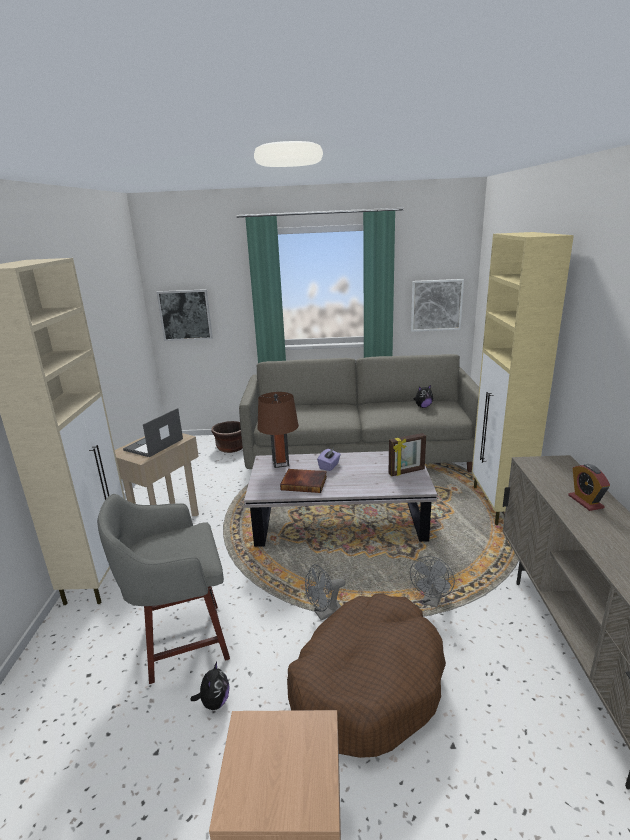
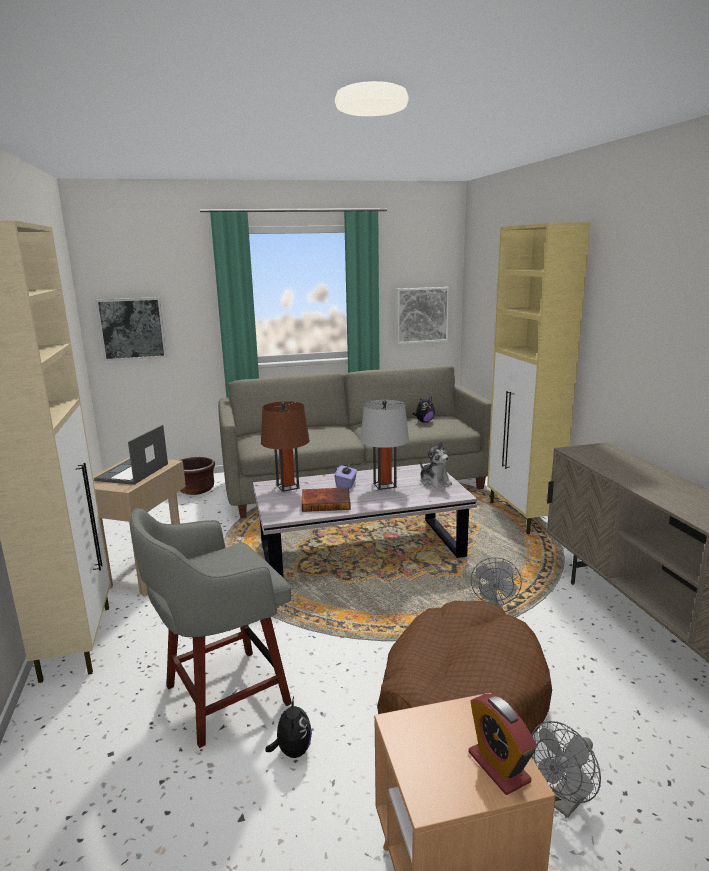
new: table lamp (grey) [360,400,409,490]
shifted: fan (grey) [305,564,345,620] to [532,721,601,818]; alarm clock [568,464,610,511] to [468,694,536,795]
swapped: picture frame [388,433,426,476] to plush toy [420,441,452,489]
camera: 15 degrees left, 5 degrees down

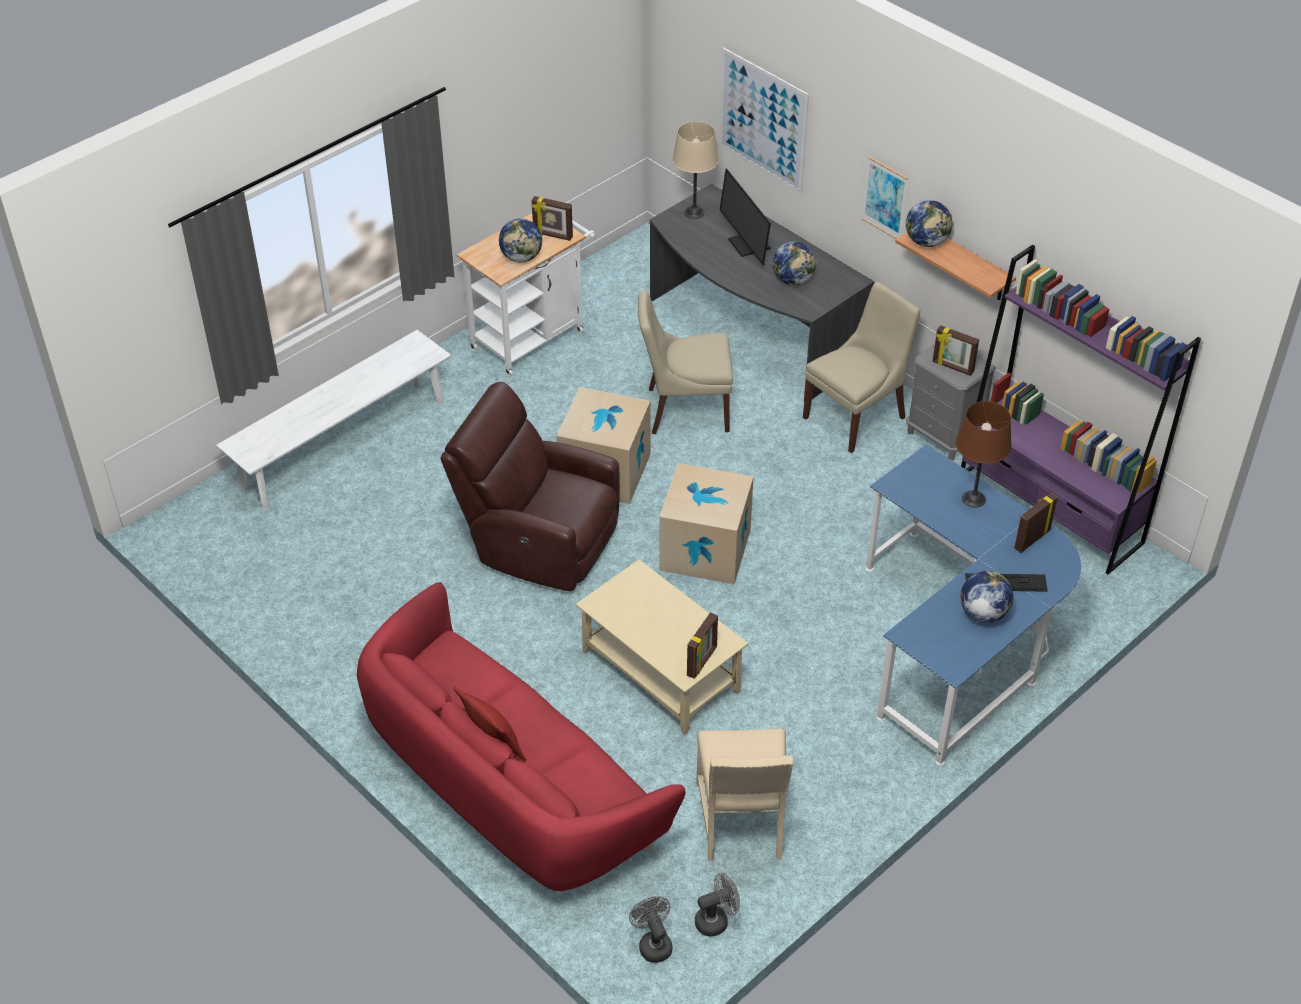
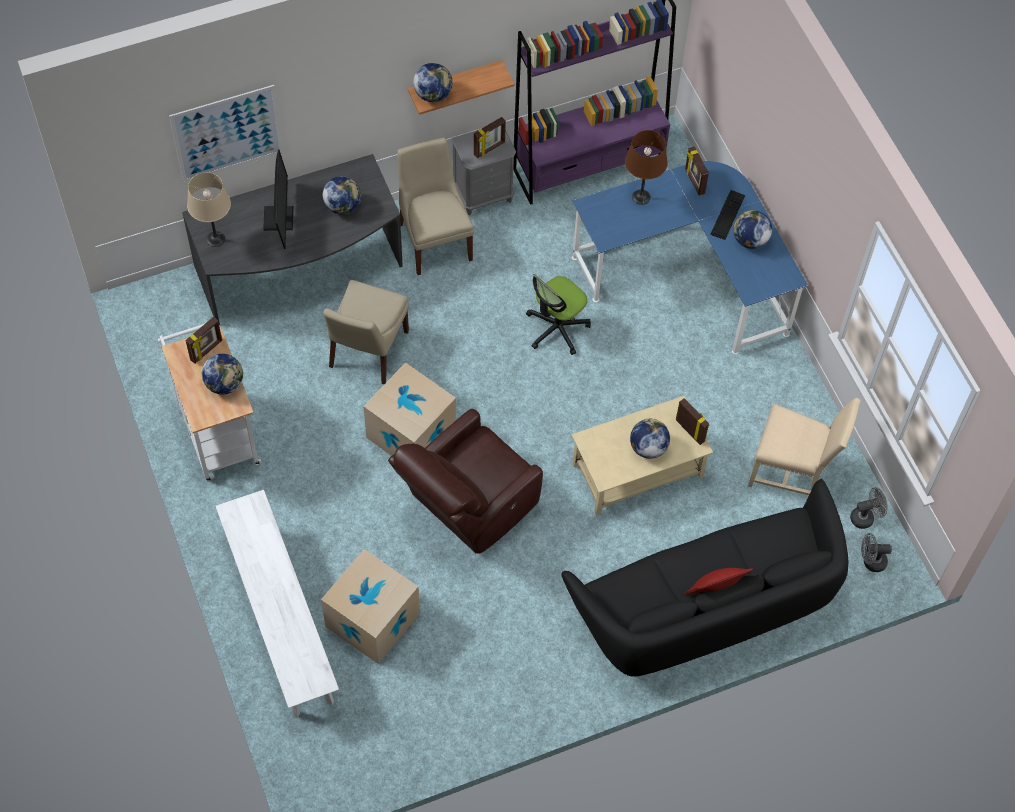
gone: picture [862,156,908,239]
new: office chair [526,274,591,355]; globe [630,419,670,459]
shifted: cardboard box [659,463,754,584] to [321,549,420,664]
repainted: sofa (red) [357,582,686,891] to sofa (black) [561,479,849,677]
rotated: fan (grey) [695,873,740,937] = [850,487,888,529] 75 degrees clockwise; monitor [720,168,771,265] = [263,149,293,249] 90 degrees counterclockwise
camera: 70 degrees left, 15 degrees up

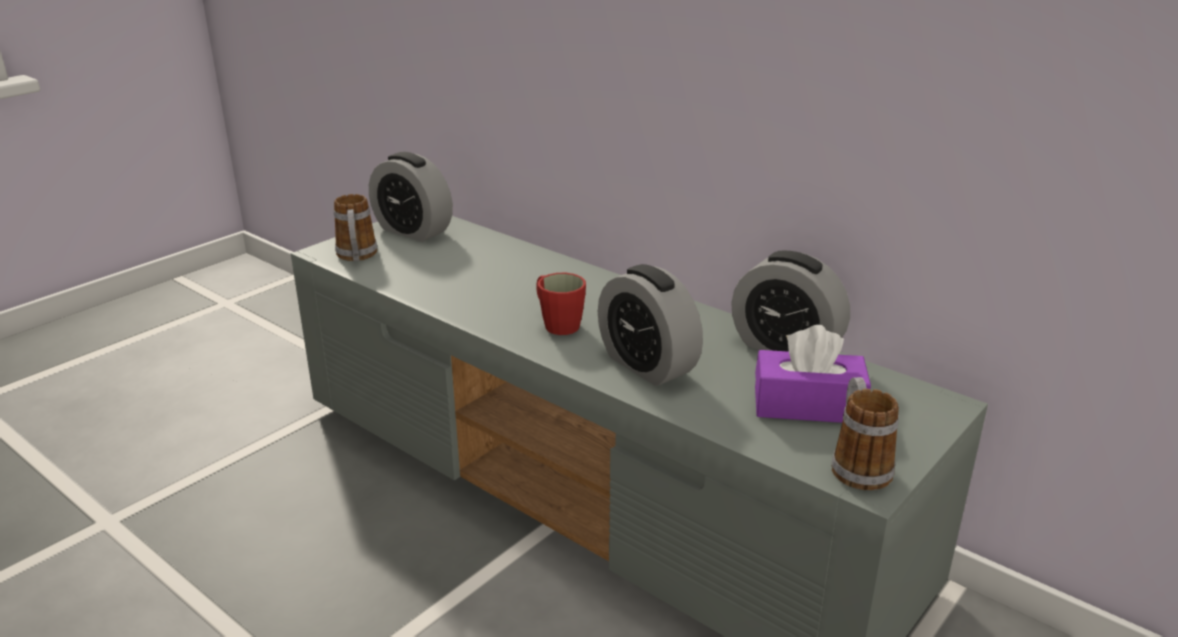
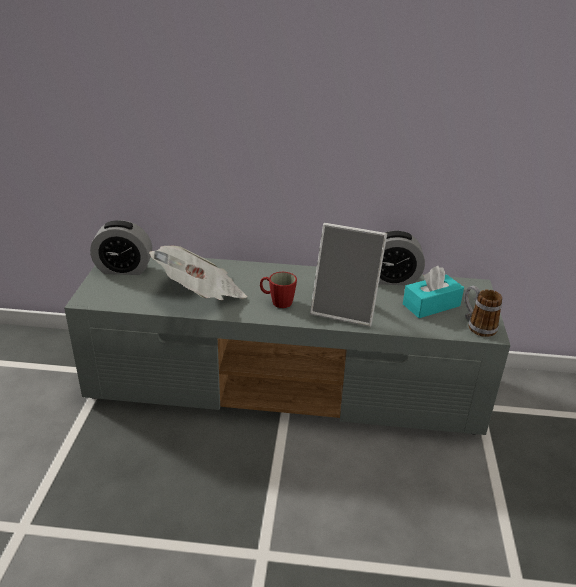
gone: mug [334,194,377,261]
new: newspaper [149,246,247,300]
swapped: alarm clock [598,264,703,386] to picture frame [310,223,387,327]
repainted: tissue box (purple) [755,325,871,423] to tissue box (turquoise) [403,266,464,318]
camera: 35 degrees left, 5 degrees up

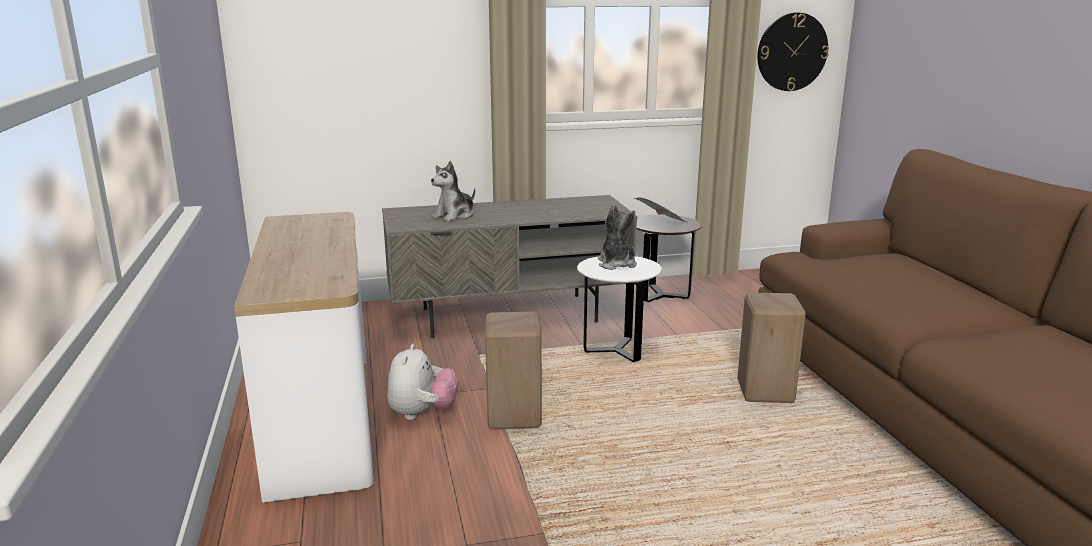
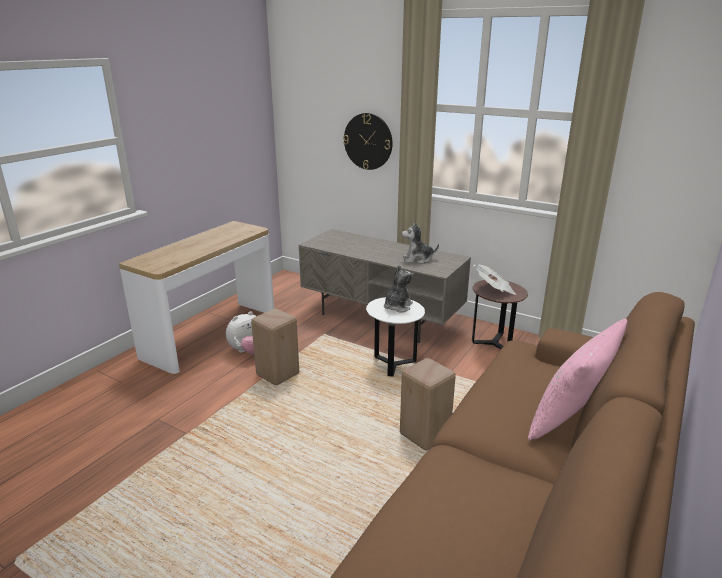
new: pillow (pink) [528,319,627,440]
shifted: plush toy [431,161,475,222] to [401,223,439,264]; wall clock [757,12,829,91] to [343,113,393,170]
camera: 45 degrees right, 5 degrees up

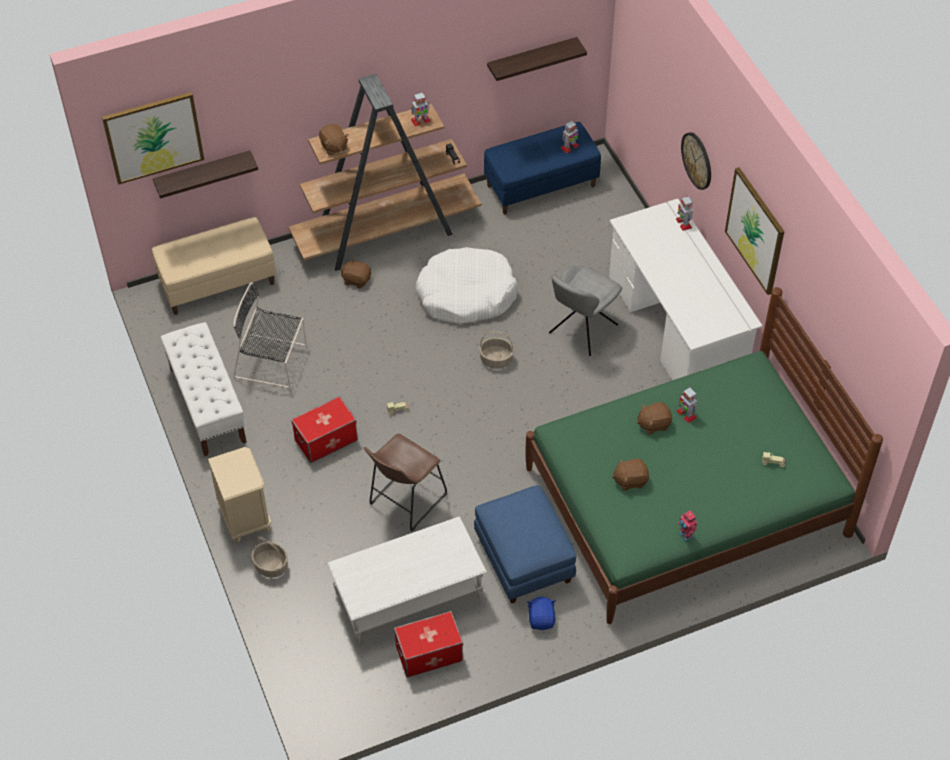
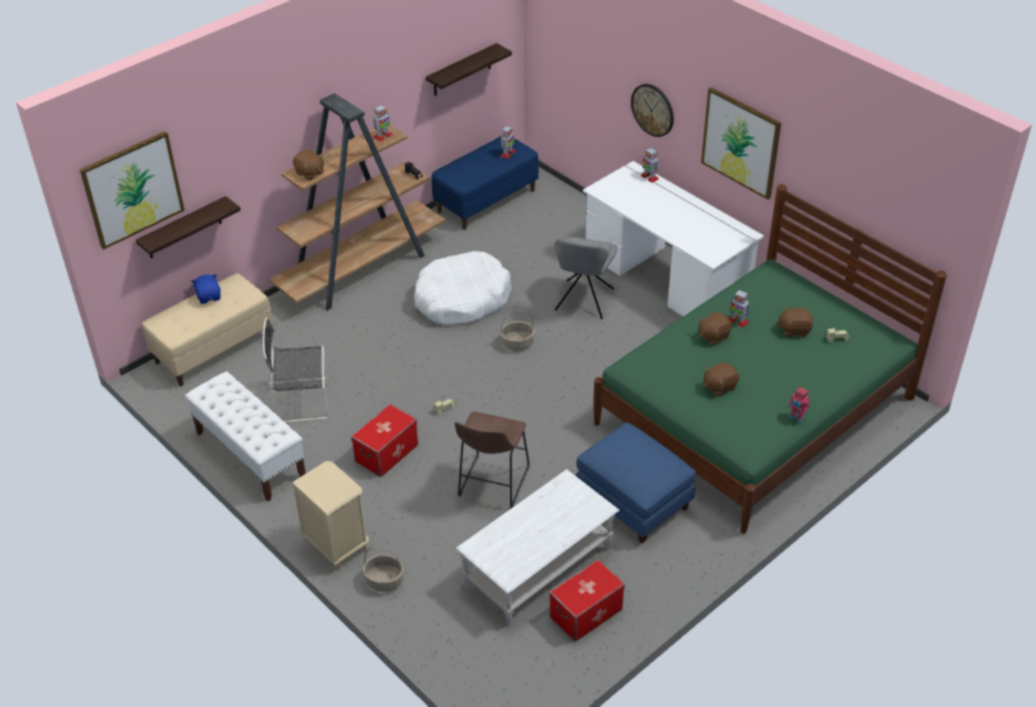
shifted: plush toy (brown) [340,258,371,289] to [777,306,813,337]; plush toy (blue) [527,597,556,630] to [191,274,221,304]
camera: 20 degrees left, 10 degrees down

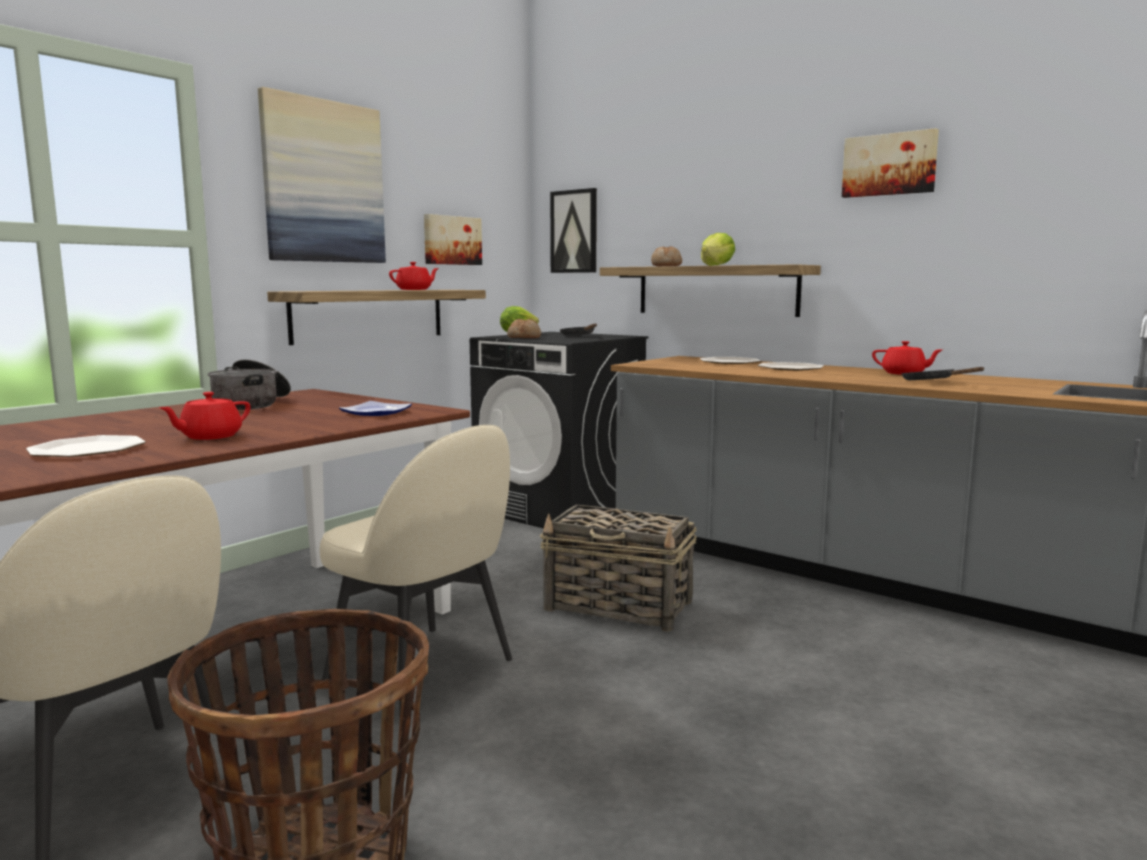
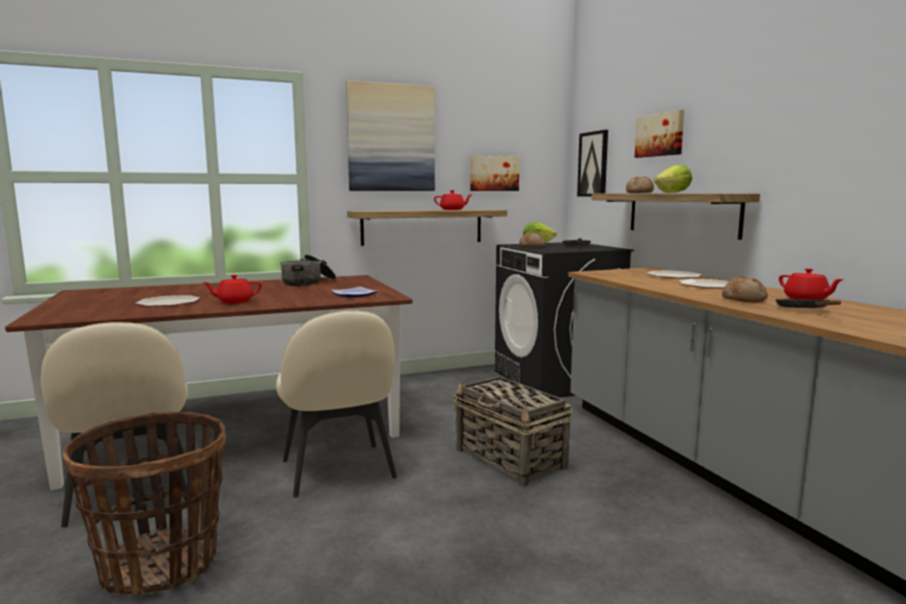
new: bread [722,276,768,303]
shifted: picture [842,128,939,198] to [635,110,684,158]
camera: 30 degrees right, 0 degrees up

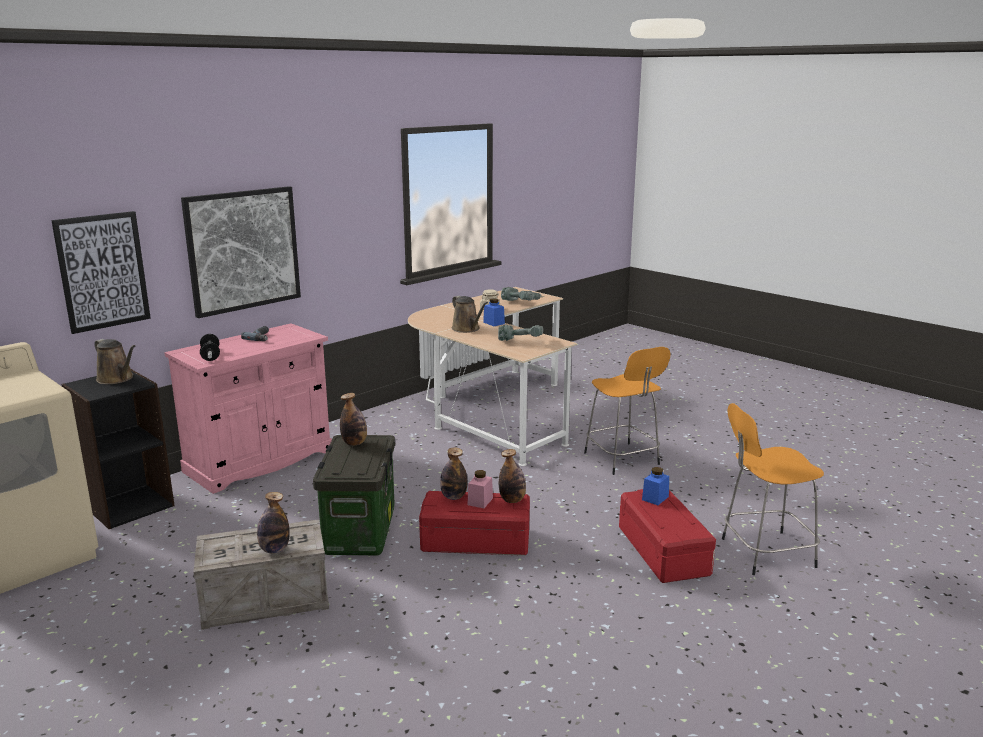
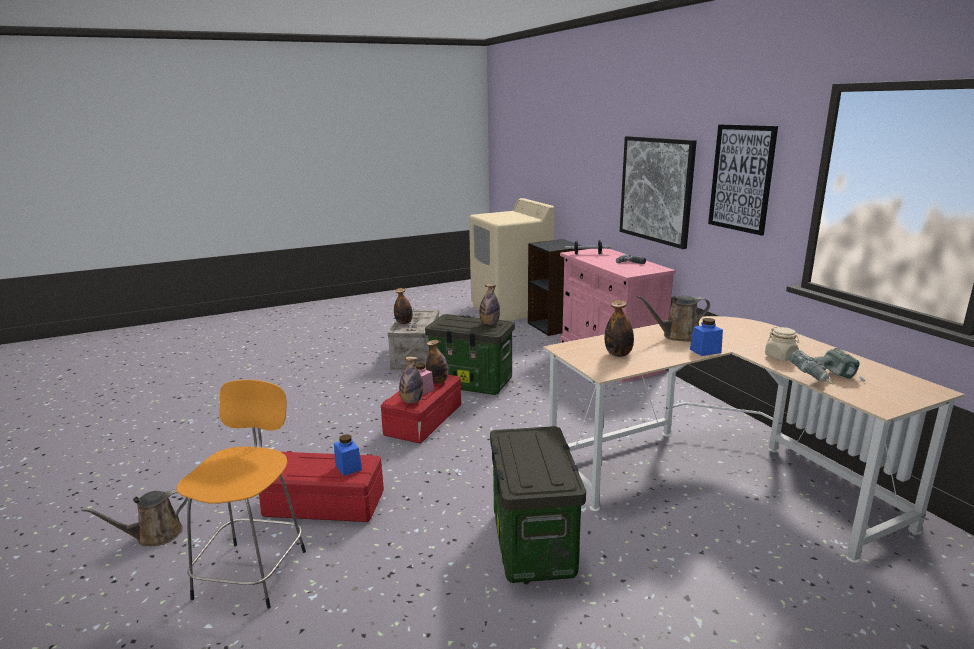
shifted: picture [51,211,151,334] to [708,124,778,236]; watering can (brown) [94,339,135,384] to [81,489,188,546]
swapped: power drill [498,325,544,341] to bottle [605,300,634,357]; stool (orange) [584,347,671,475] to storage box [490,426,586,583]
camera: 110 degrees right, 0 degrees up

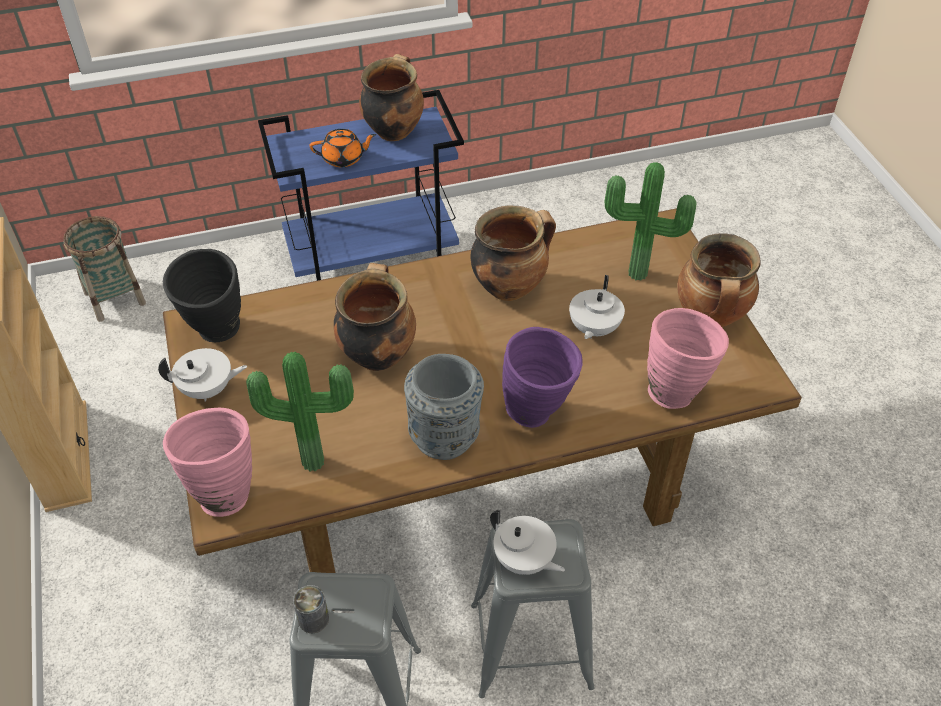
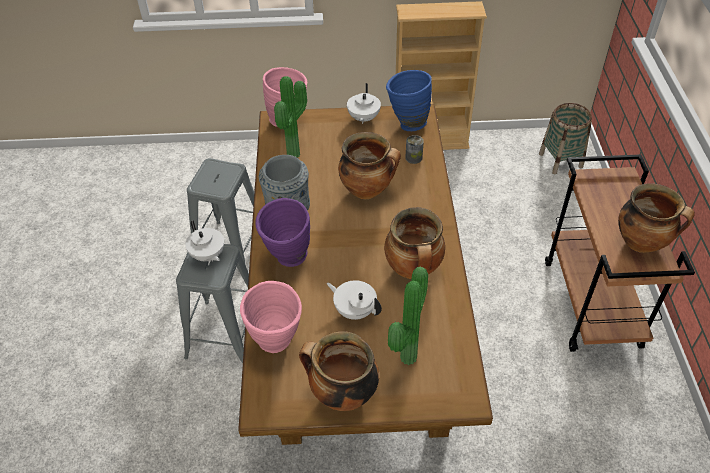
gone: teapot (orange) [309,129,376,167]
shifted: can [293,585,329,633] to [405,135,424,164]
repainted: vase (black) [163,249,241,342] to vase (blue) [386,70,432,131]; cart (blue) [258,90,464,281] to cart (brown) [545,154,695,352]
rotated: teapot (white) [490,510,565,575] = [185,220,224,262] 90 degrees counterclockwise
camera: 105 degrees right, 0 degrees up

